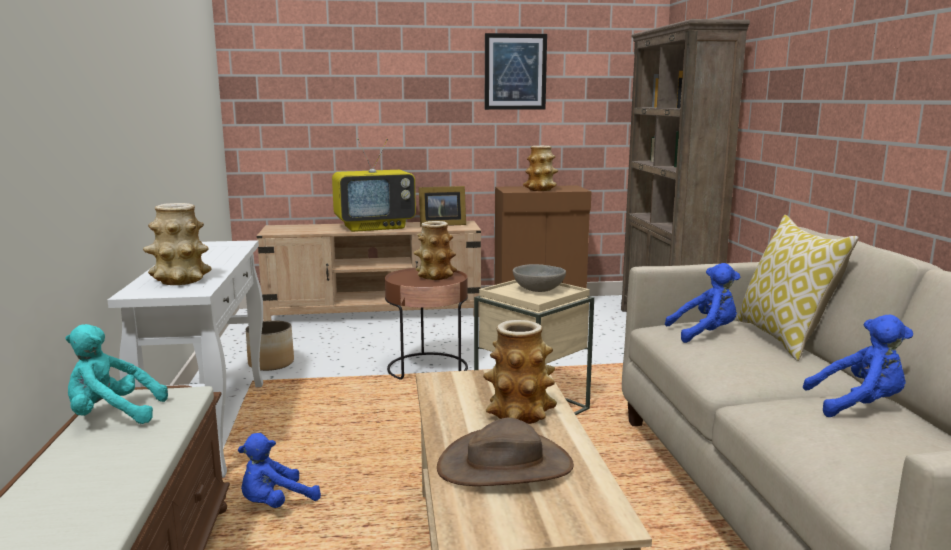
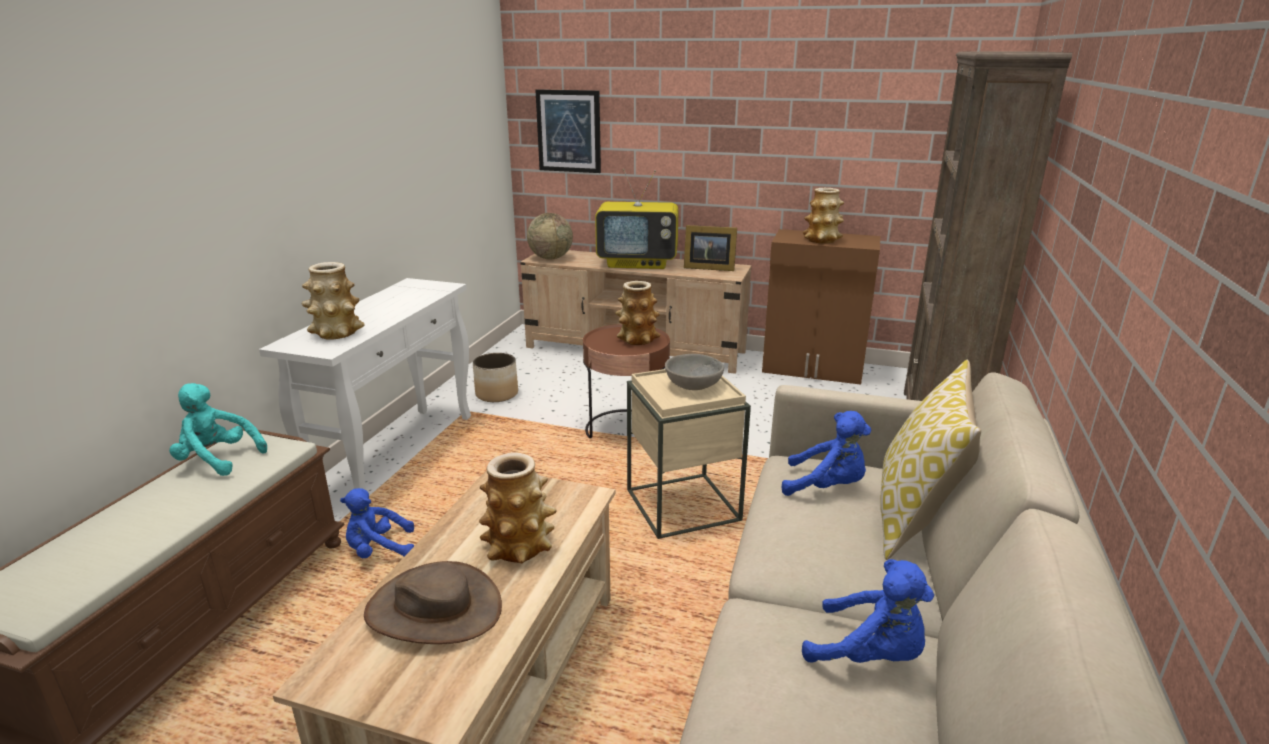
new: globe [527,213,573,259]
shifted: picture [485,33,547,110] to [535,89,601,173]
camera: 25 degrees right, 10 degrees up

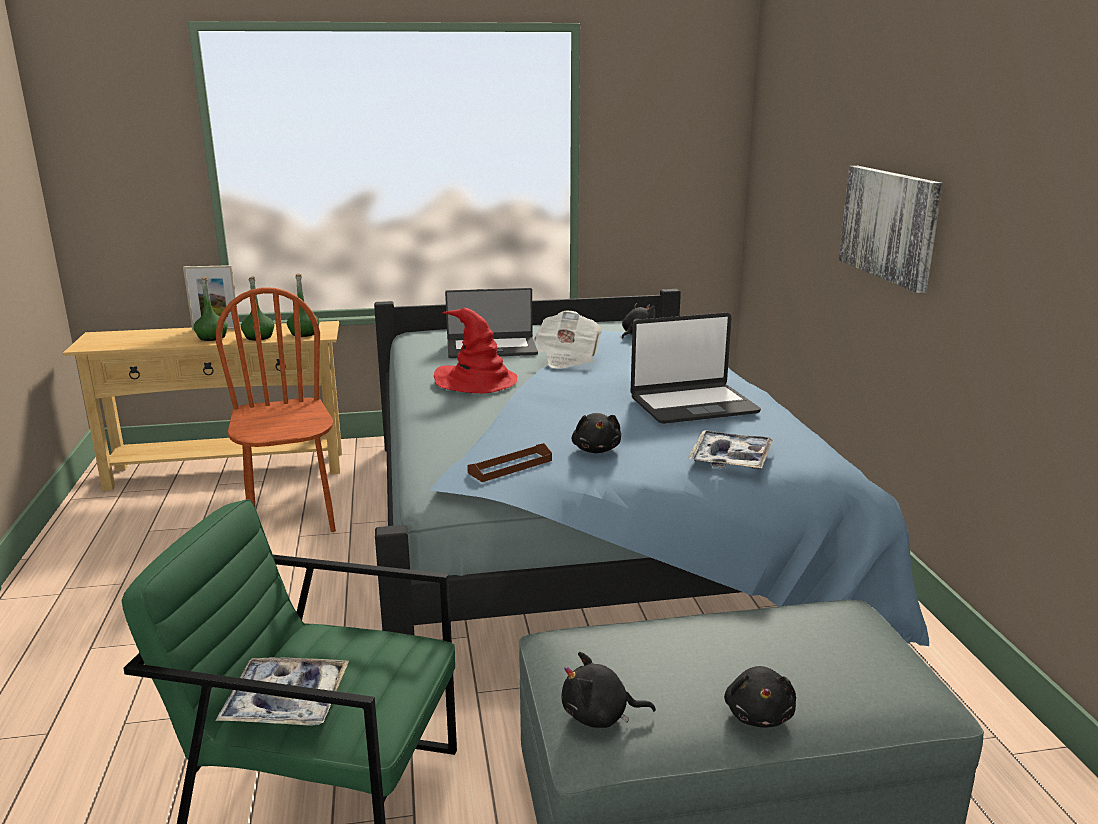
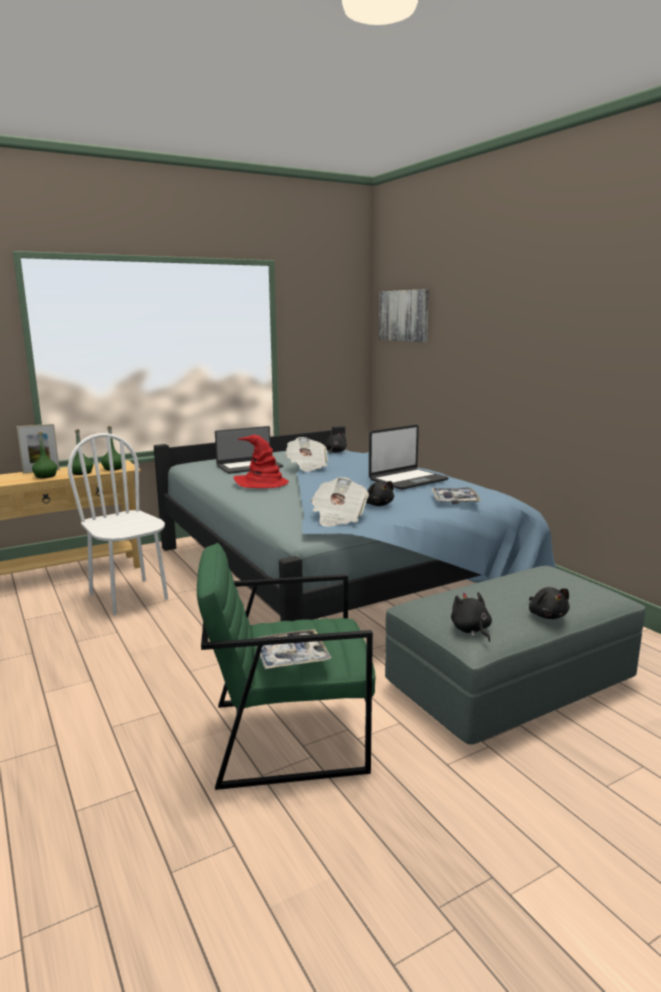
shifted: picture [839,166,943,293] to [379,289,429,342]
swapped: tray (brown) [467,443,552,482] to newspaper [311,477,369,527]
repainted: chair (brown) [216,287,336,532] to chair (white) [68,433,168,615]
rotated: plush toy (black) [561,652,656,728] = [451,592,492,642] 90 degrees clockwise
camera: 20 degrees left, 5 degrees down

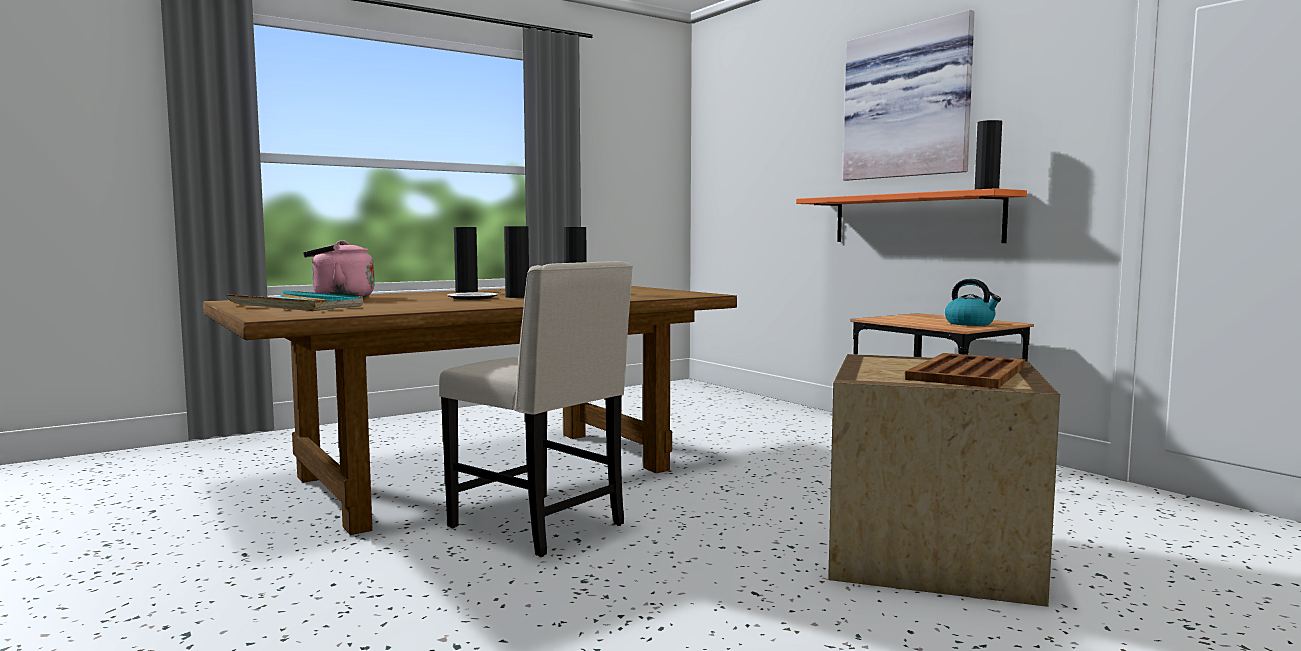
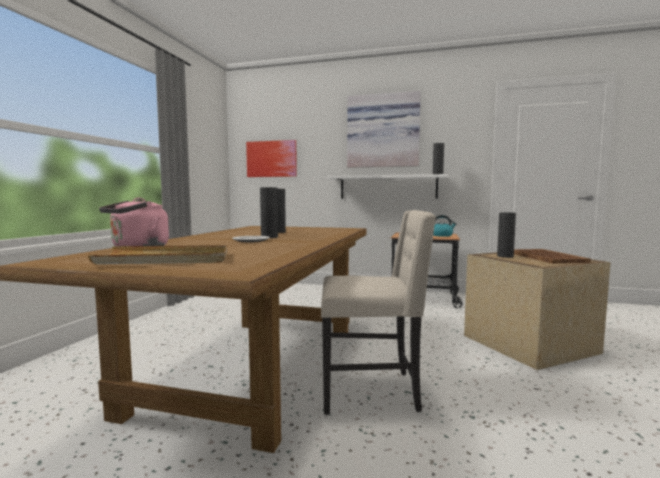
new: picture [246,140,297,177]
shifted: vase (black) [454,227,478,292] to [497,212,516,258]
repainted: tray (turquoise) [225,290,363,311] to tray (beige) [88,245,227,265]; shelf (orange) [796,188,1027,243] to shelf (white) [328,174,448,199]
camera: 40 degrees left, 0 degrees up

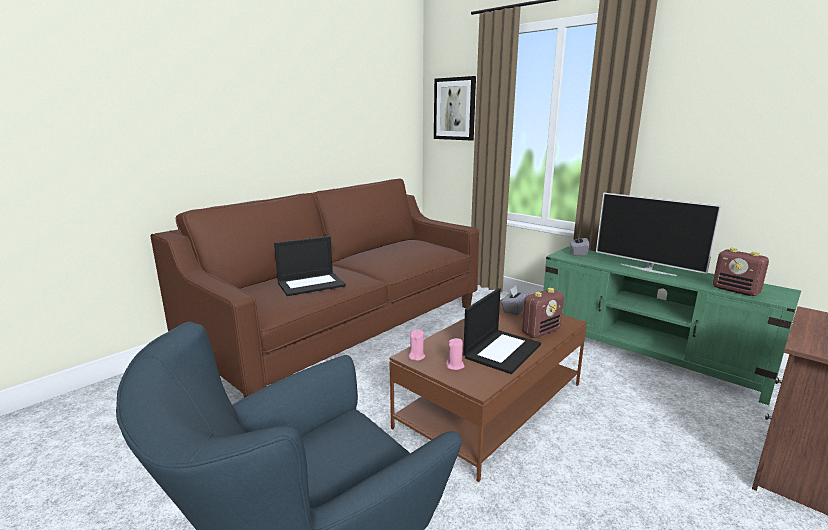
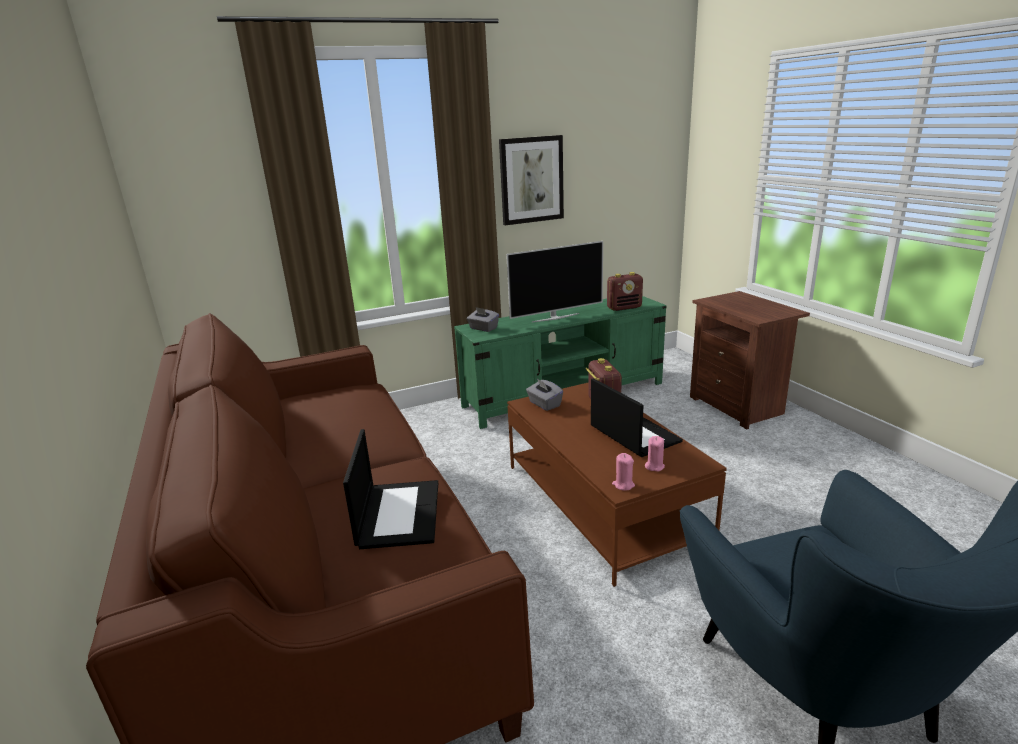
shifted: picture [434,76,476,141] to [499,135,564,225]
camera: 65 degrees left, 5 degrees up

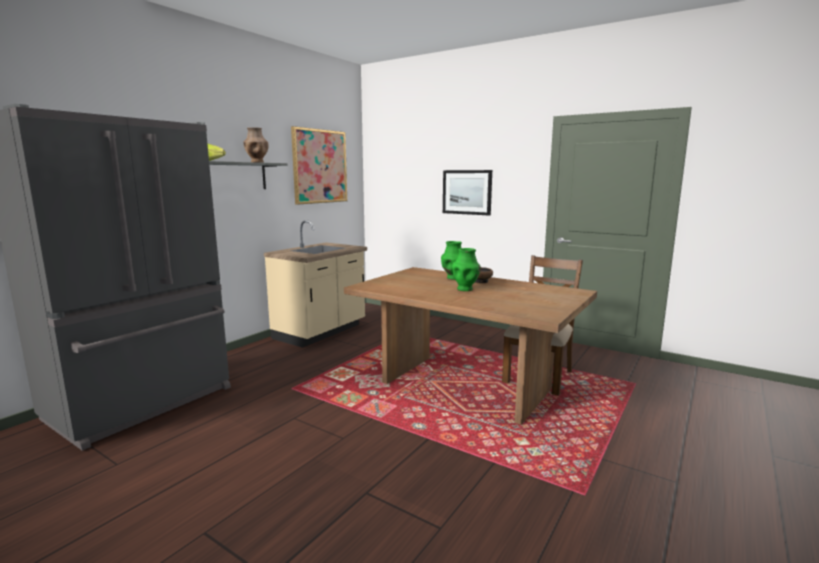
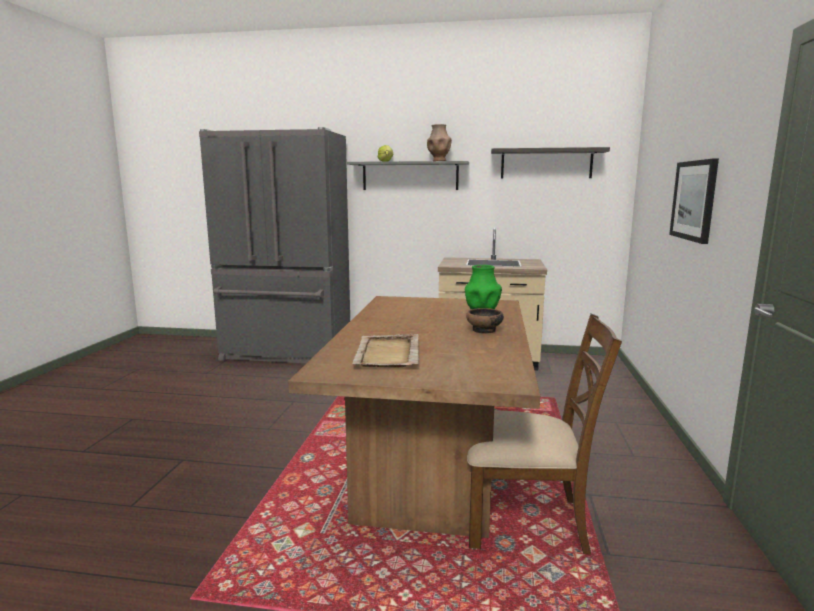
gone: vase (green) [452,248,481,291]
new: tray (beige) [352,334,419,367]
swapped: picture [291,126,347,205] to shelf [491,147,610,178]
camera: 65 degrees right, 0 degrees up

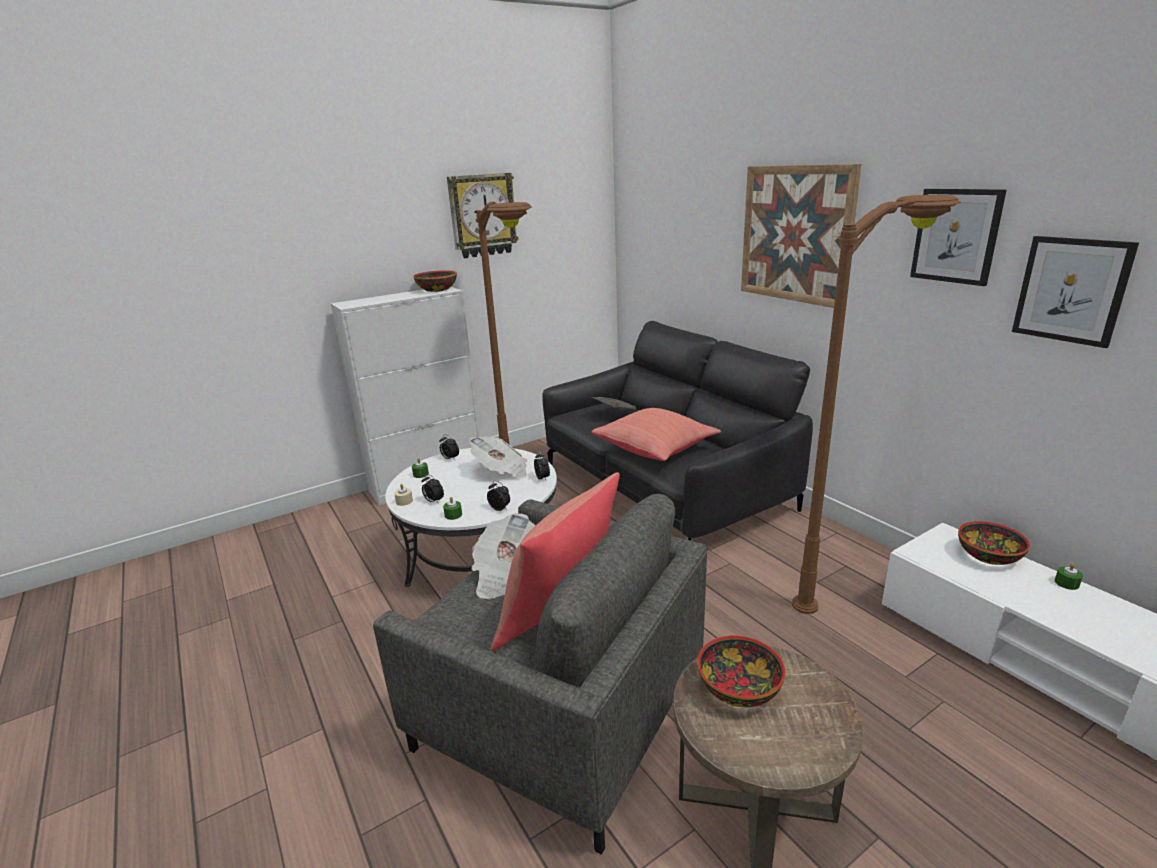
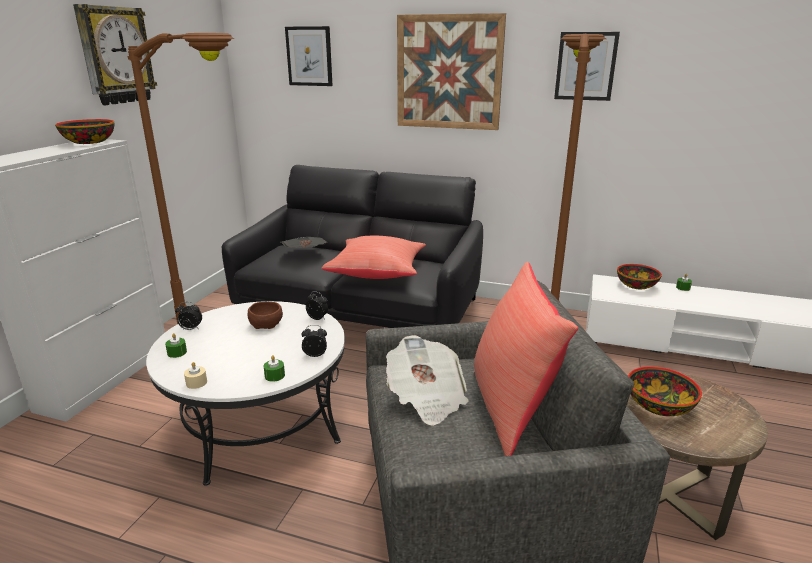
gone: alarm clock [421,474,444,504]
shifted: picture [1012,236,1139,348] to [285,26,333,86]
swapped: newspaper [469,436,527,478] to bowl (brown) [248,302,283,329]
camera: 40 degrees left, 0 degrees up

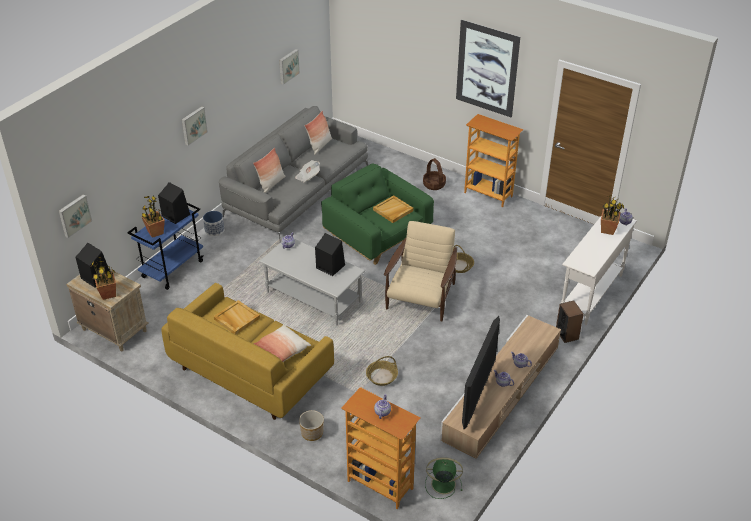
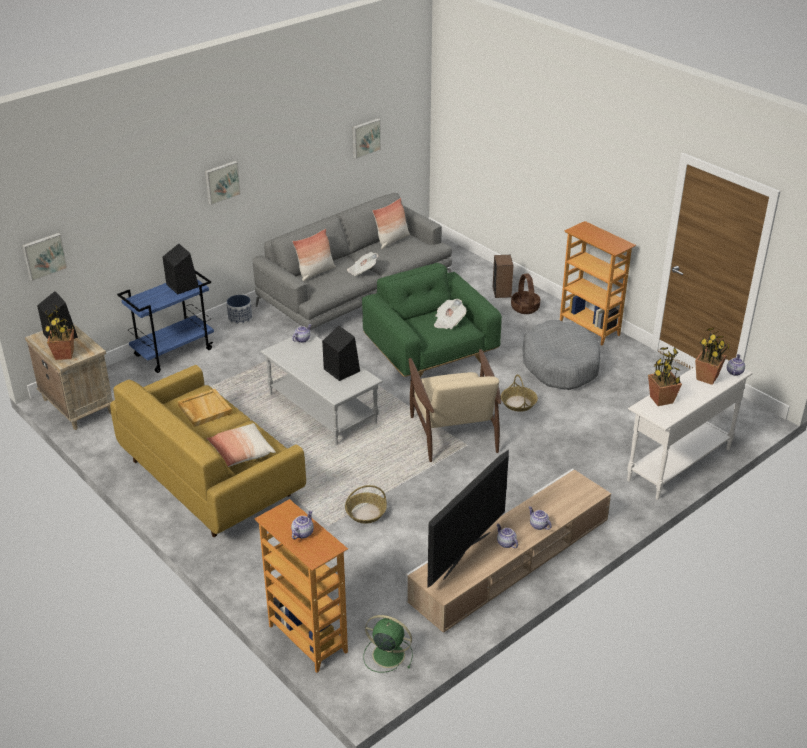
gone: planter [299,410,324,441]; picture [456,20,520,118]
new: dog bed (grey) [522,320,600,390]
shifted: potted plant [142,196,165,238] to [648,347,682,406]; speaker [556,300,584,343] to [493,255,513,298]
swapped: tray (beige) [373,195,414,223] to newspaper [434,299,466,329]
rotated: armchair (beige) [384,221,457,322] = [409,349,501,462] 135 degrees clockwise
camera: 15 degrees right, 5 degrees down

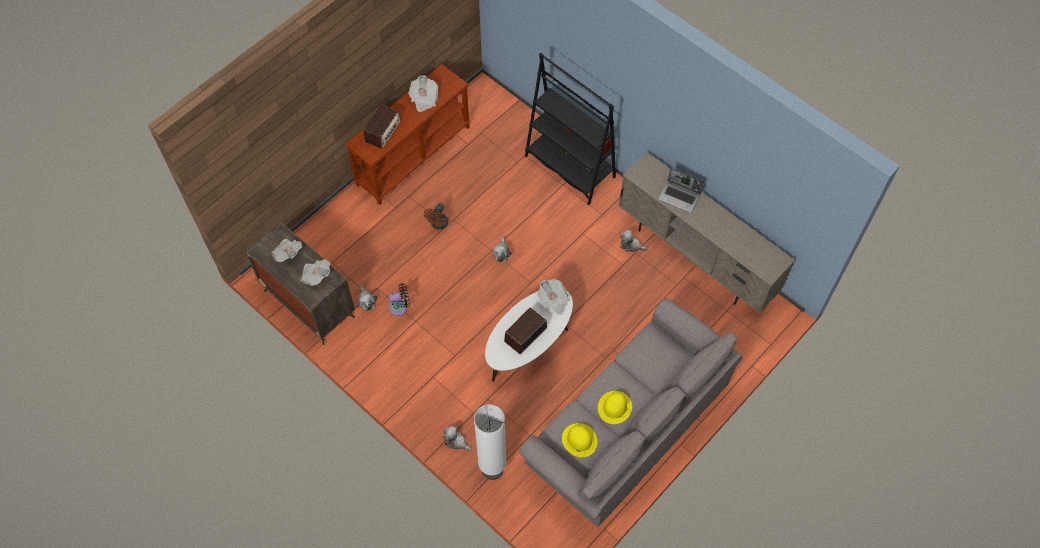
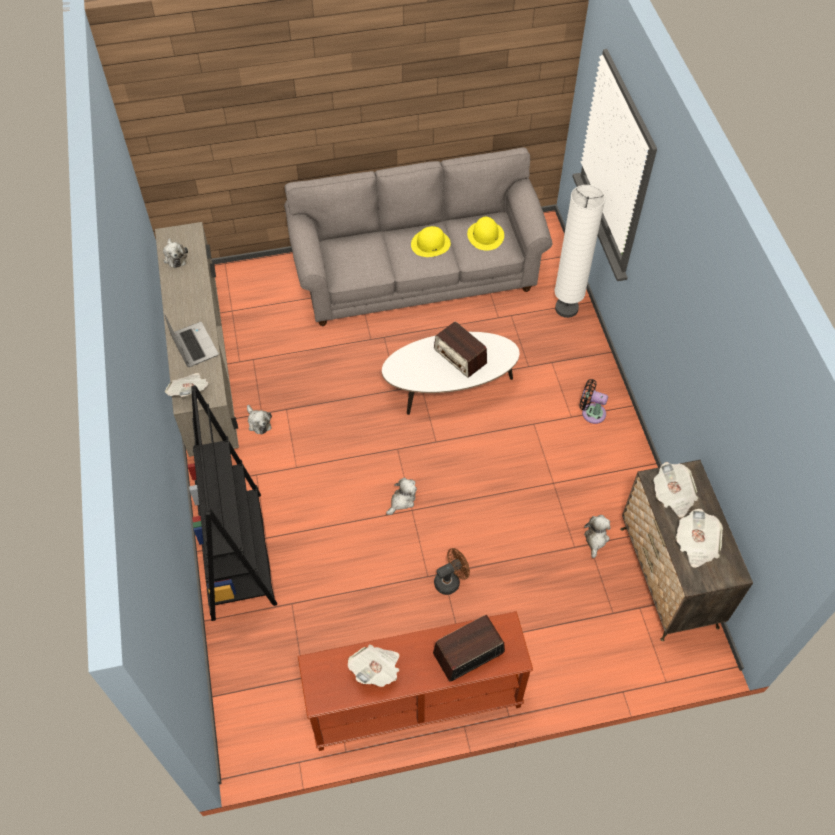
shifted: fan (black) [388,283,410,316] to [579,379,608,424]; plush toy [443,426,471,451] to [163,238,188,268]; newspaper [537,279,570,315] to [165,373,209,397]
rotated: radio [504,307,547,354] = [434,322,487,378] 60 degrees clockwise
camera: 145 degrees left, 5 degrees down

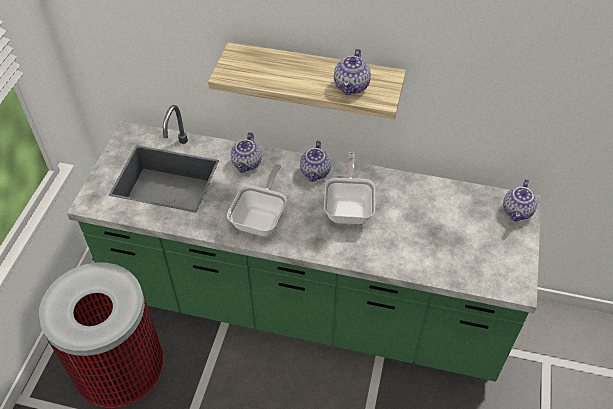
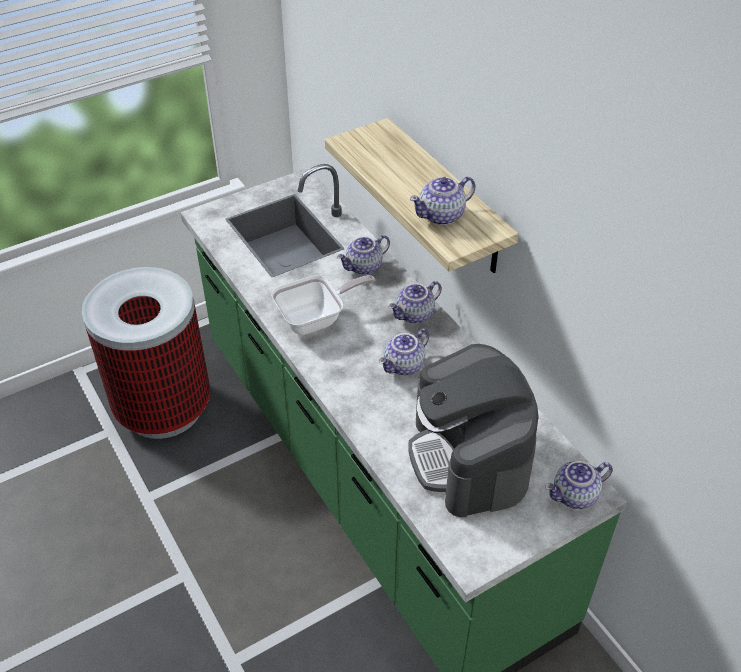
new: coffee machine [409,344,539,517]
swapped: frying pan [324,152,375,224] to teapot [379,328,429,375]
camera: 45 degrees right, 5 degrees down

